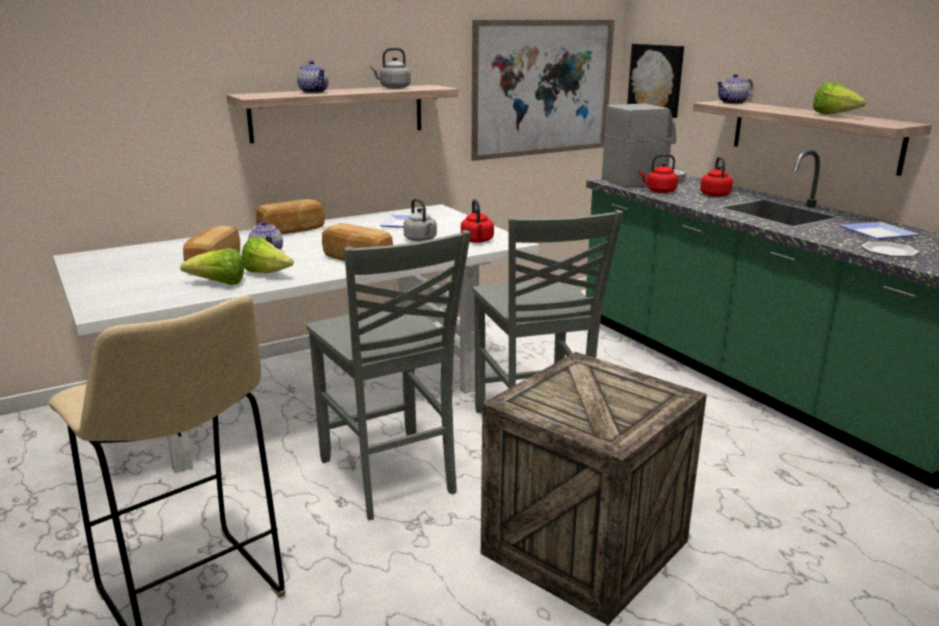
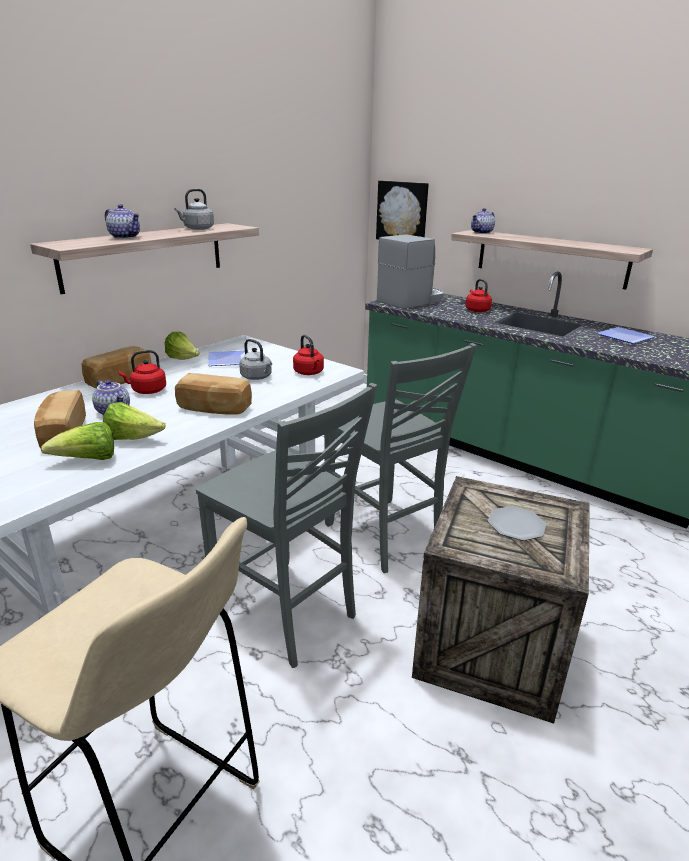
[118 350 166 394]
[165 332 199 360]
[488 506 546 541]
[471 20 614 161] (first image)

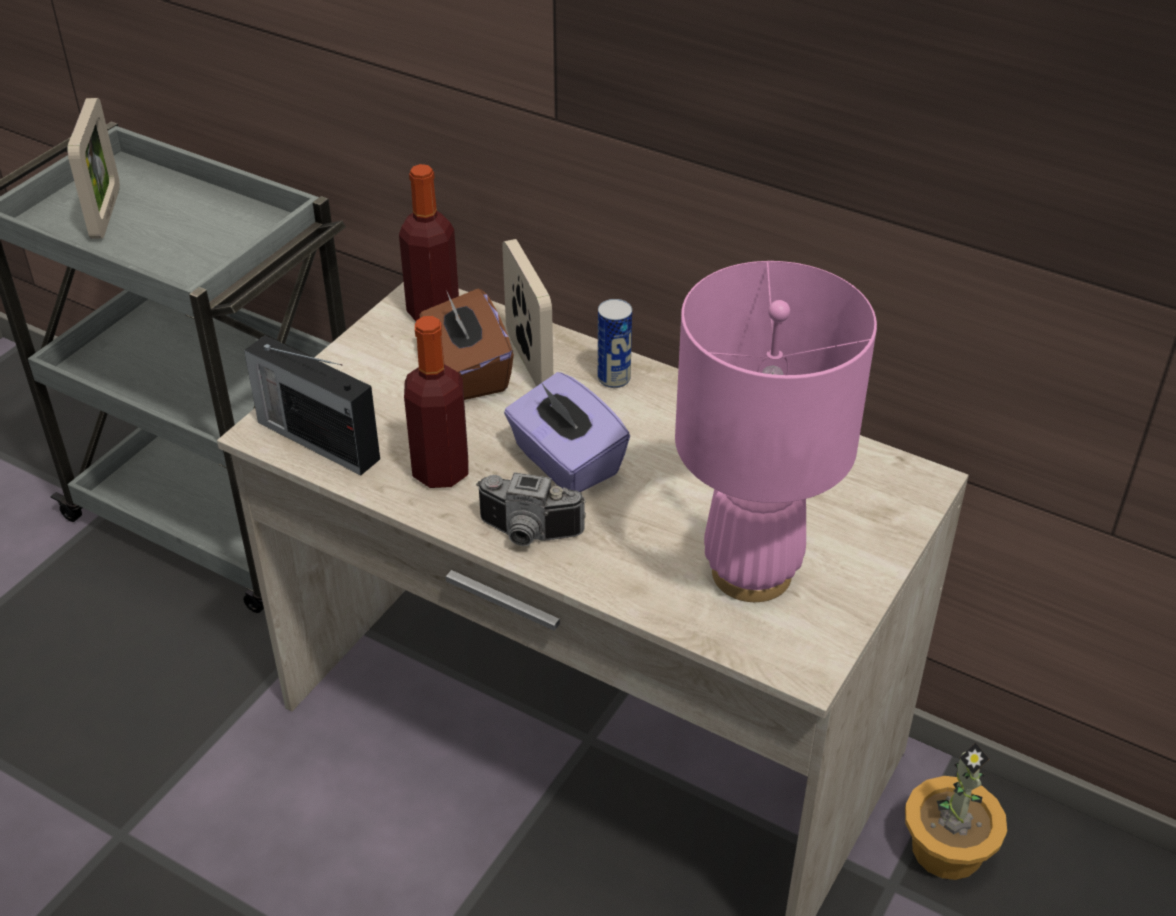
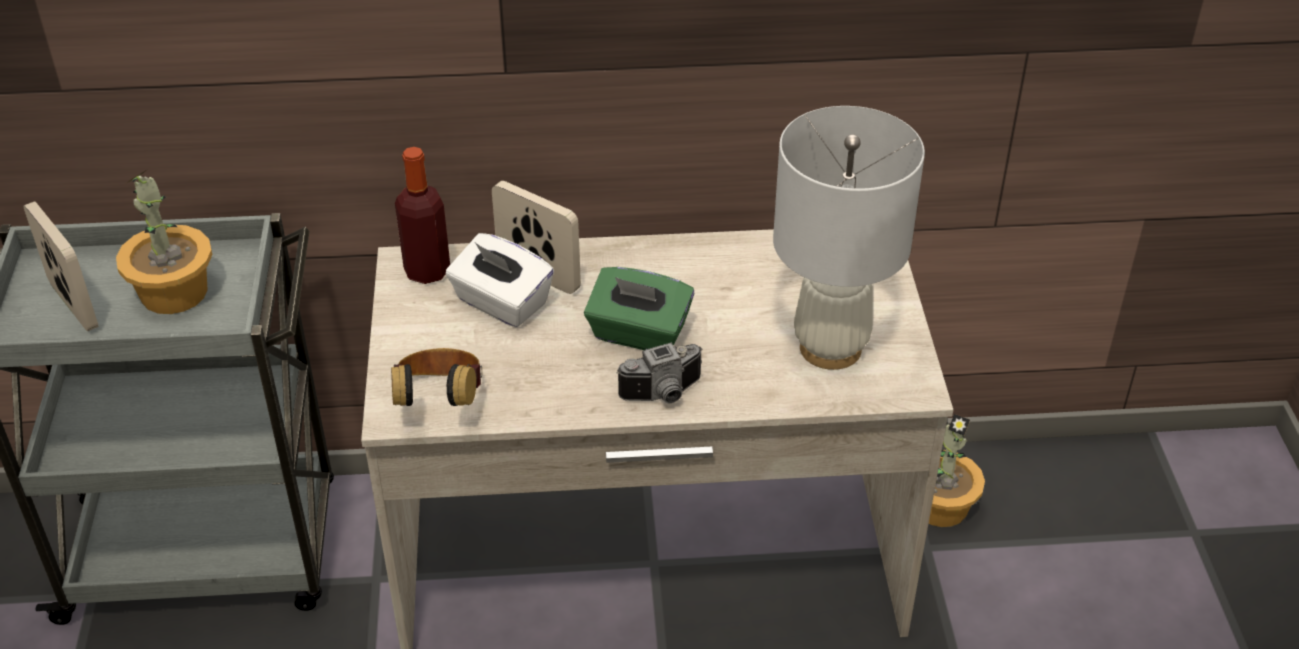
[116 169 212 314]
[391 348 482 406]
[446 233 554 327]
[584 267 695 350]
[773 106 925 370]
[404 316 468 488] (first image)
[598 299 632 388] (first image)

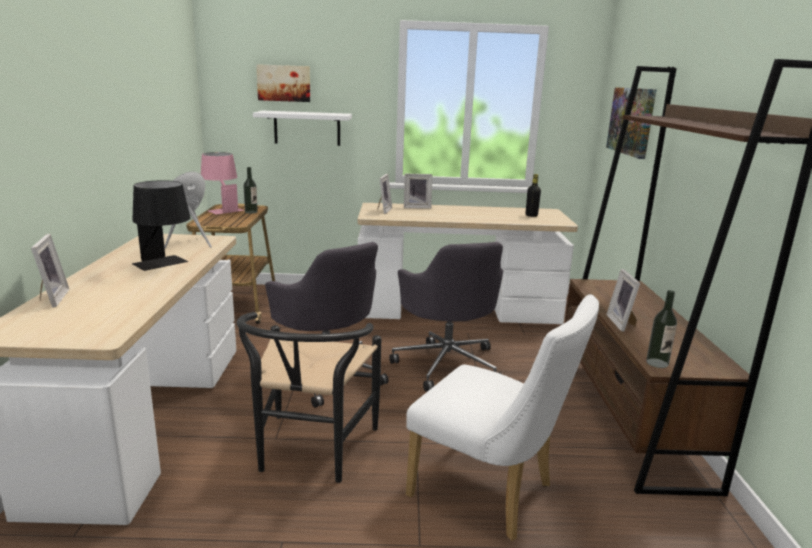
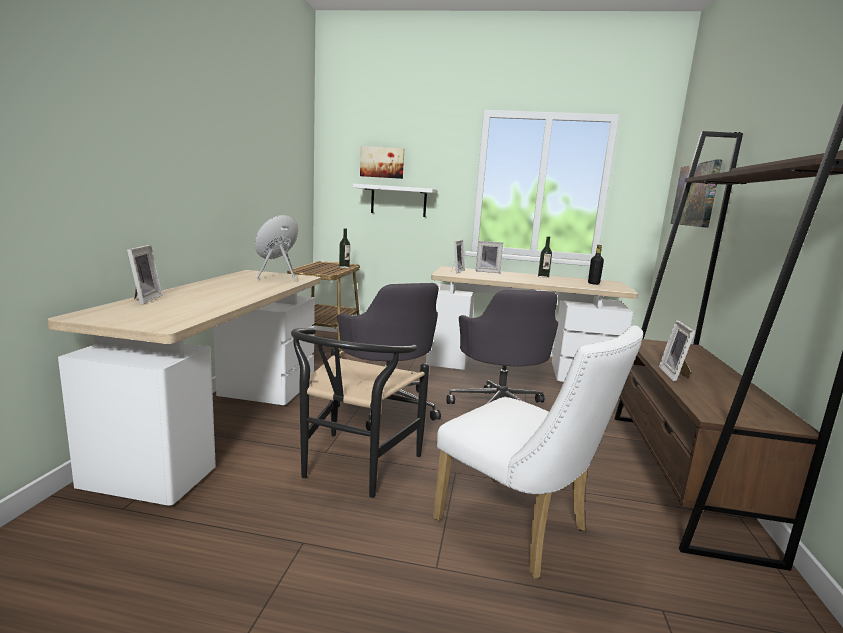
[538 236 552 278]
[132 180 190 271] (first image)
[201 152 244 215] (first image)

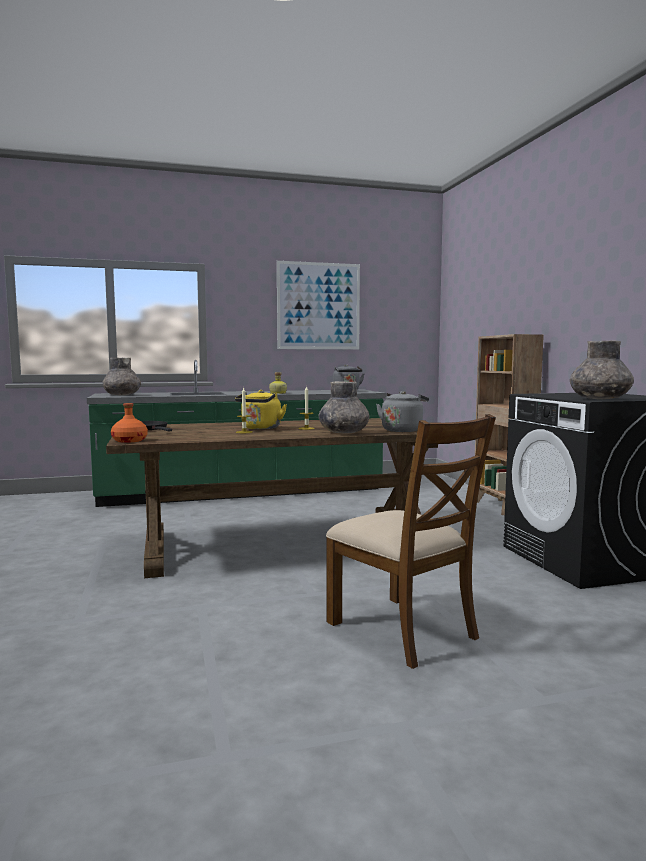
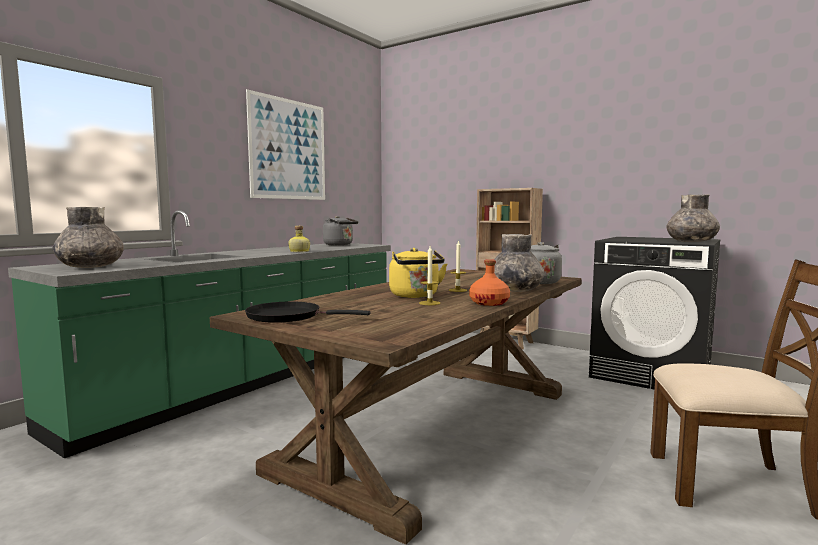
[469 259 510 306]

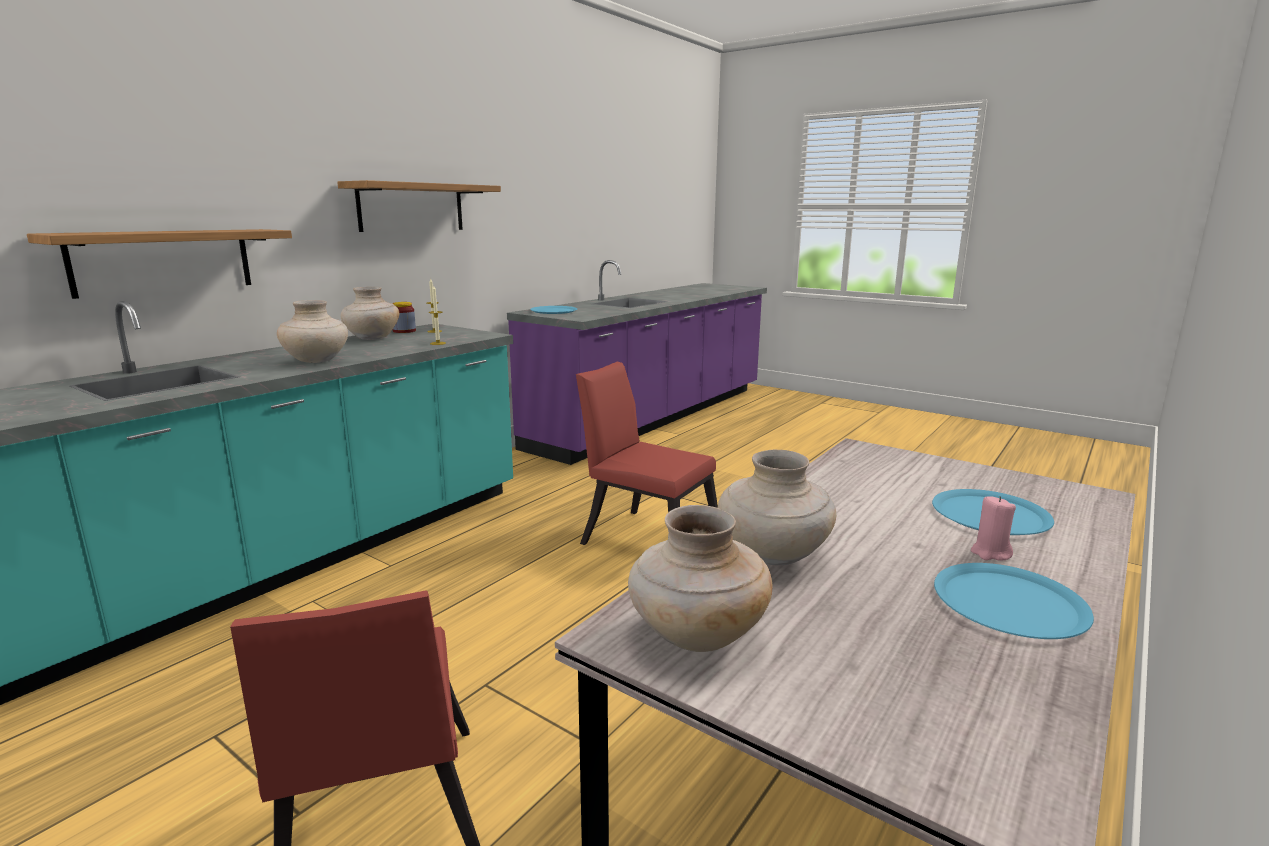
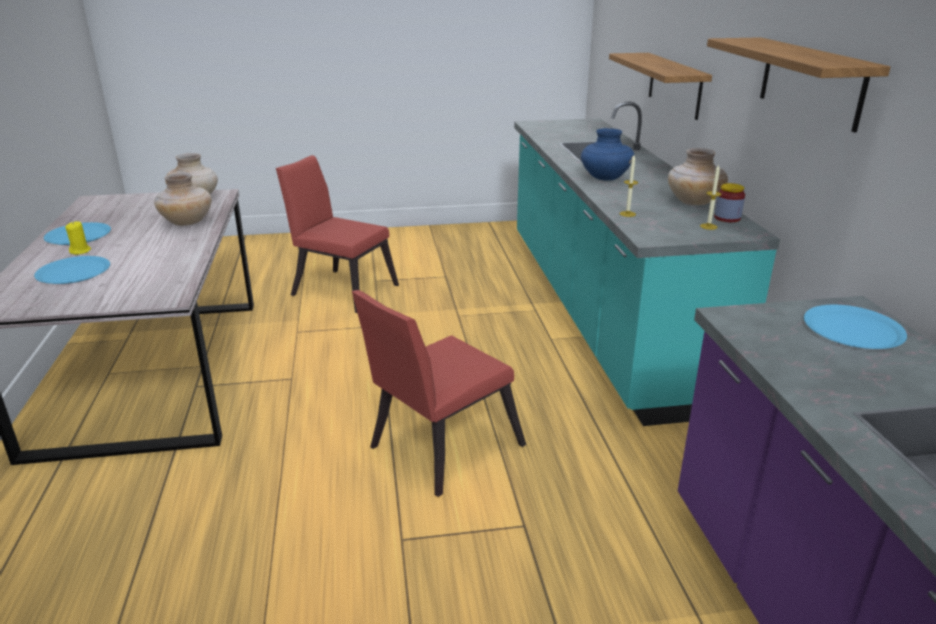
[65 221 91 255]
[352 290 526 497]
[581 128 634 181]

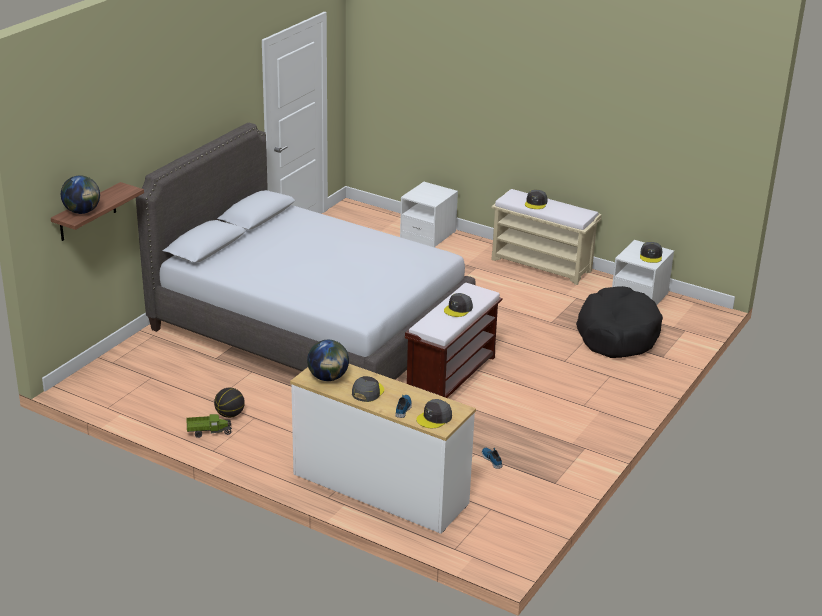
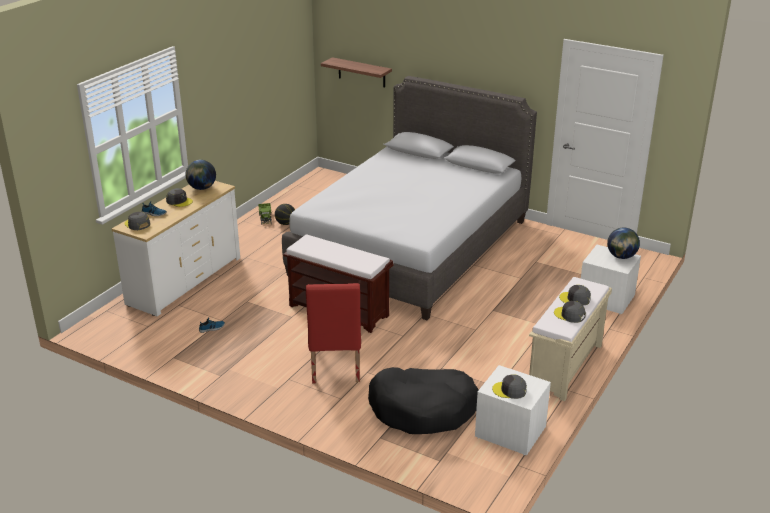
[306 283 361 383]
[554 301 586 323]
[607 228 640 259]

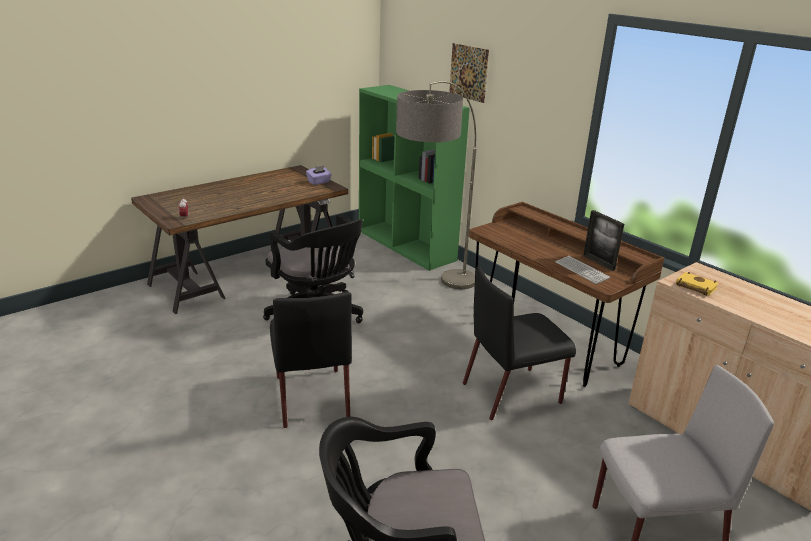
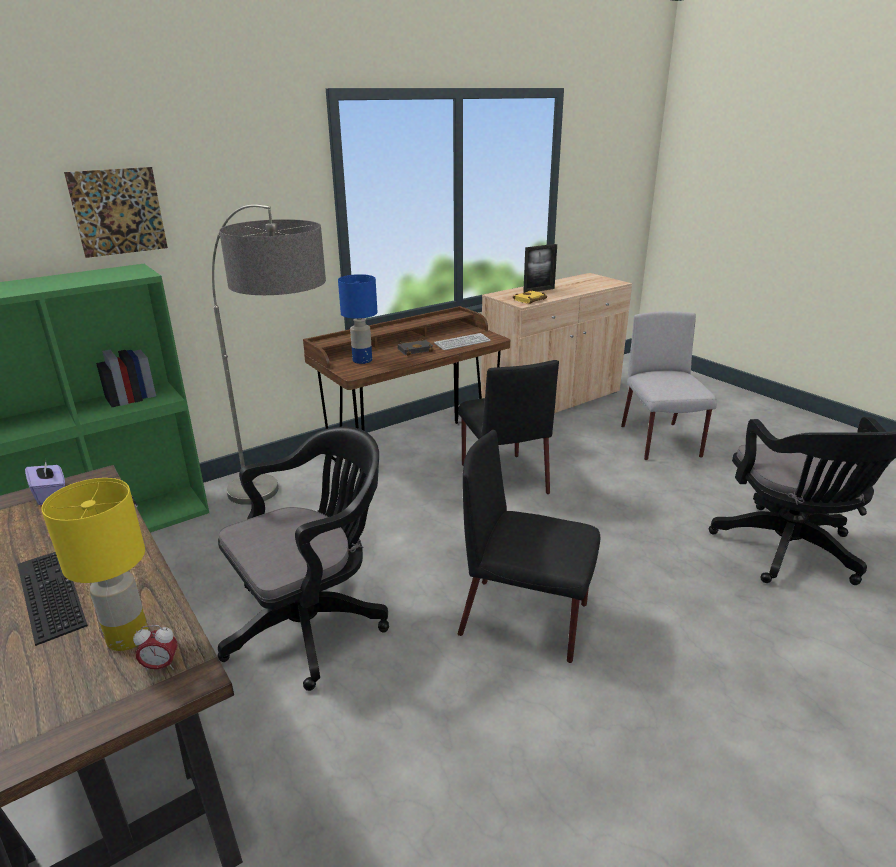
[17 552 88 646]
[41 478 148 651]
[338 274 378 364]
[398 339 433 356]
[458 430 600 663]
[523 244 557 293]

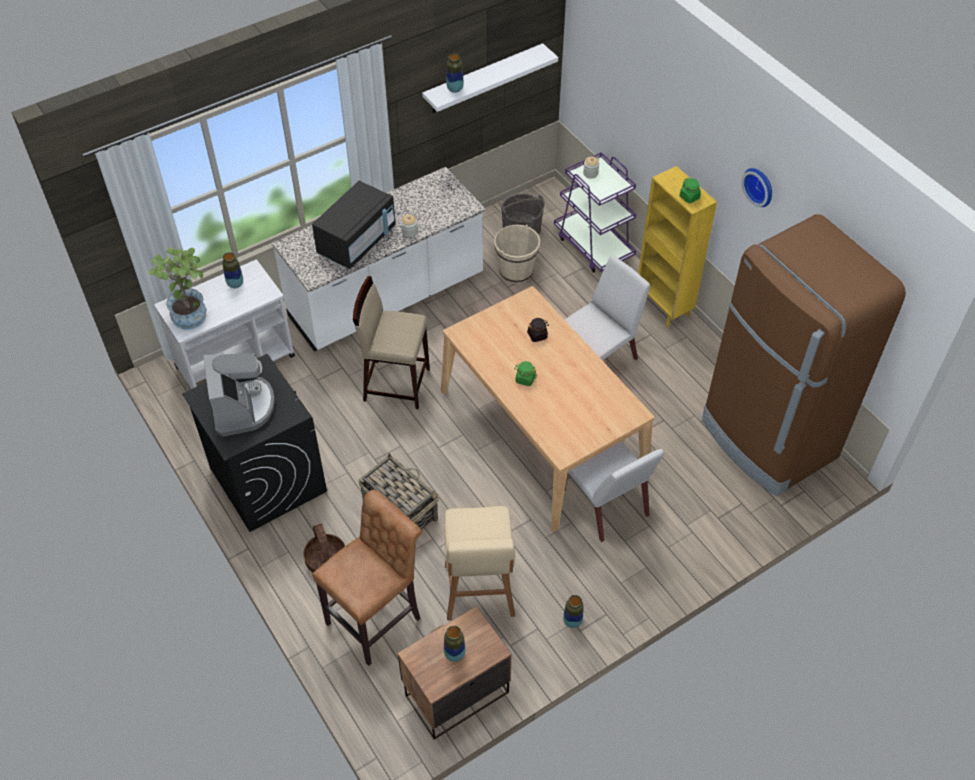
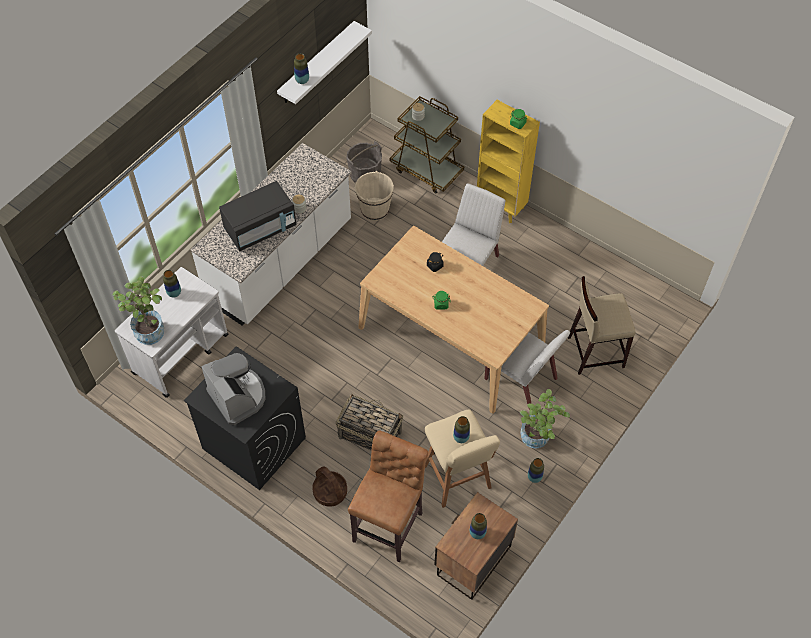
[219 181 296 251]
[390 96 464 194]
[453 416 470 443]
[520 389 570 449]
[568 276 636 375]
[702 214 906 496] (first image)
[742 168 772 207] (first image)

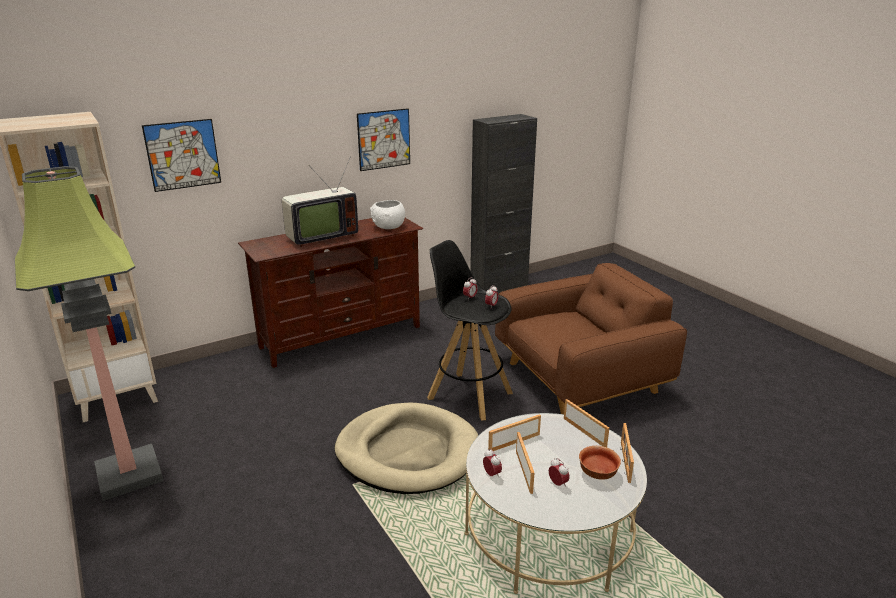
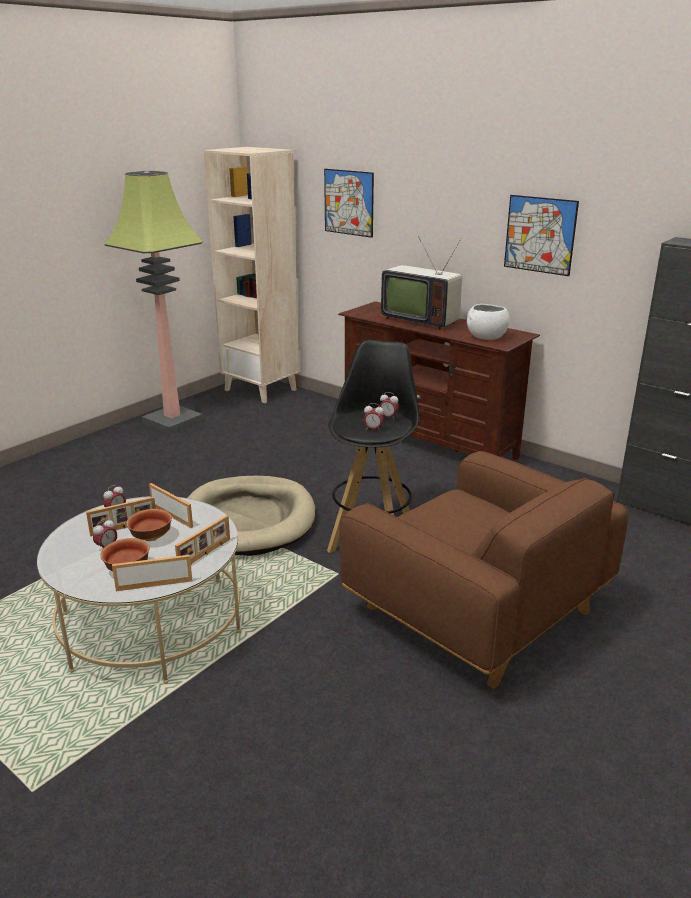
[126 509 172 541]

